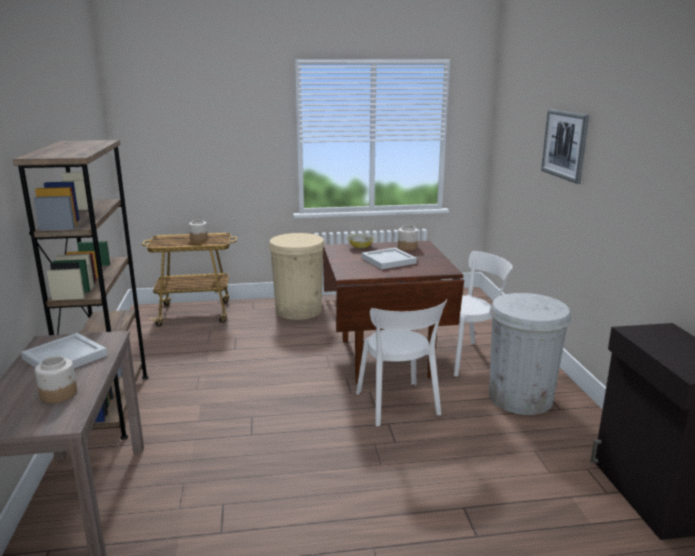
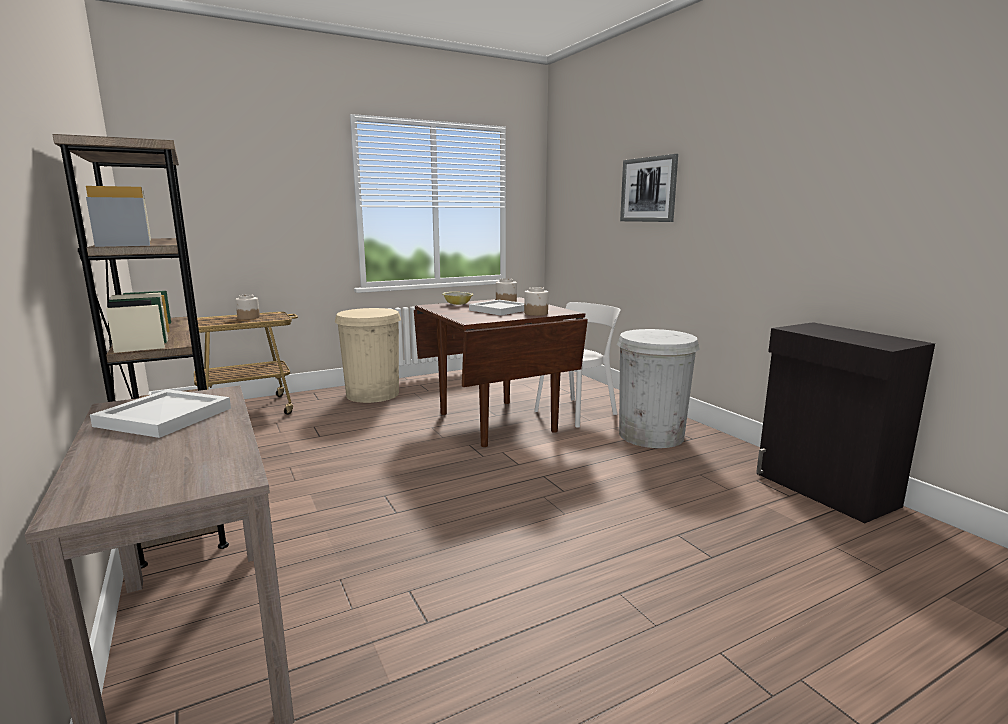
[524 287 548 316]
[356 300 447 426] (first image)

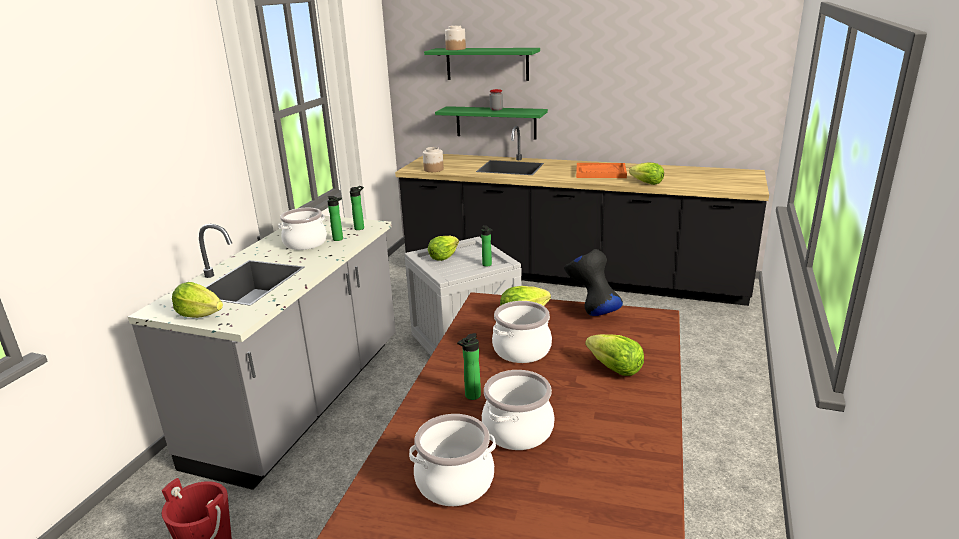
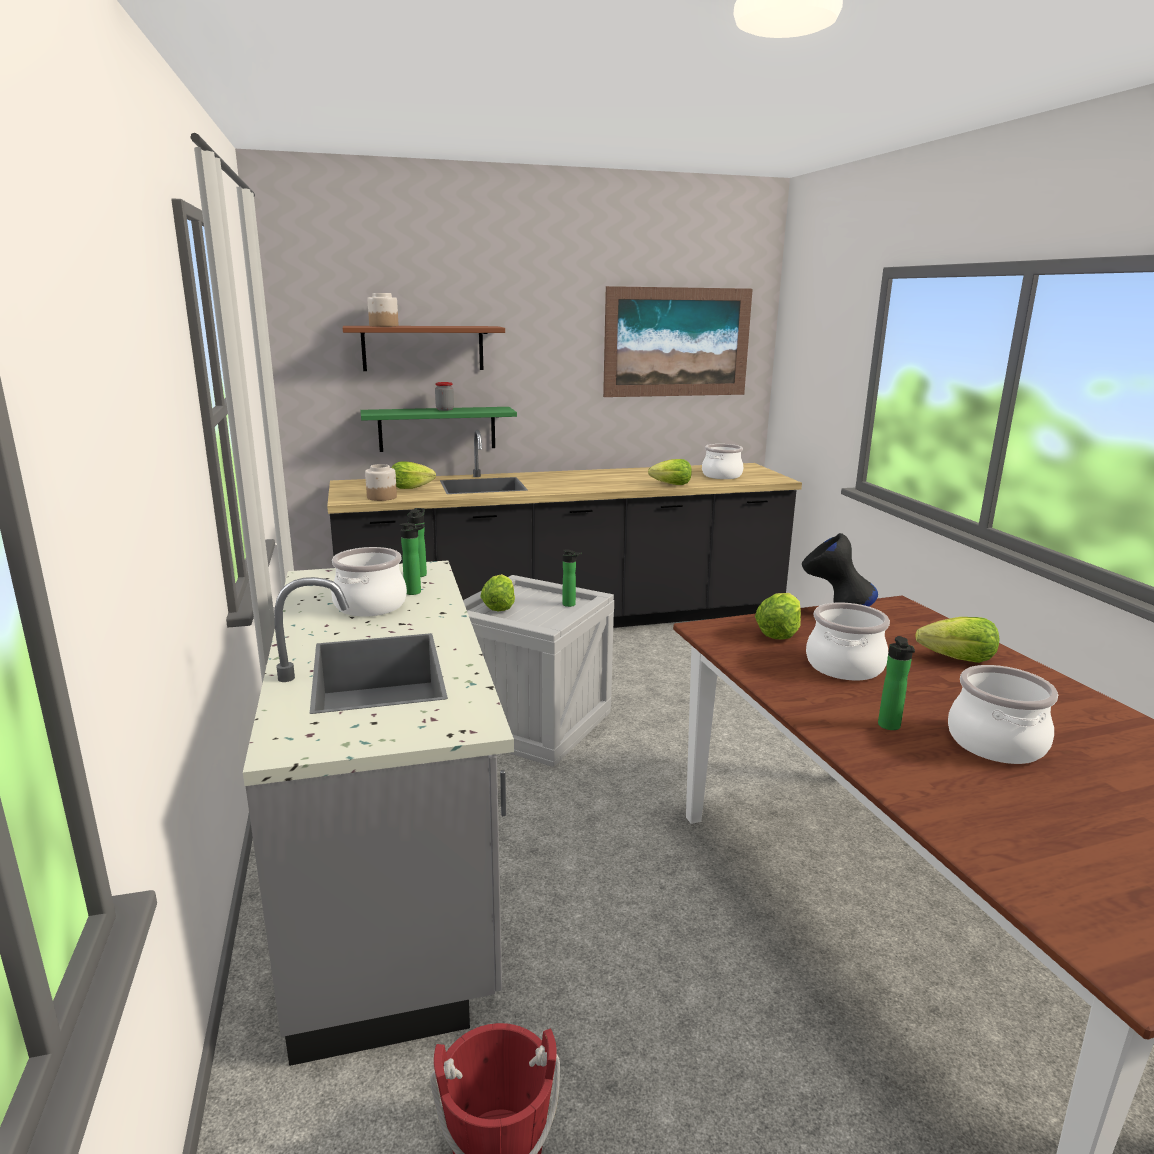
[343 326 505 371]
[391 461 436 489]
[603 286 753 397]
[702 444 743 479]
[576 163 627 178] (first image)

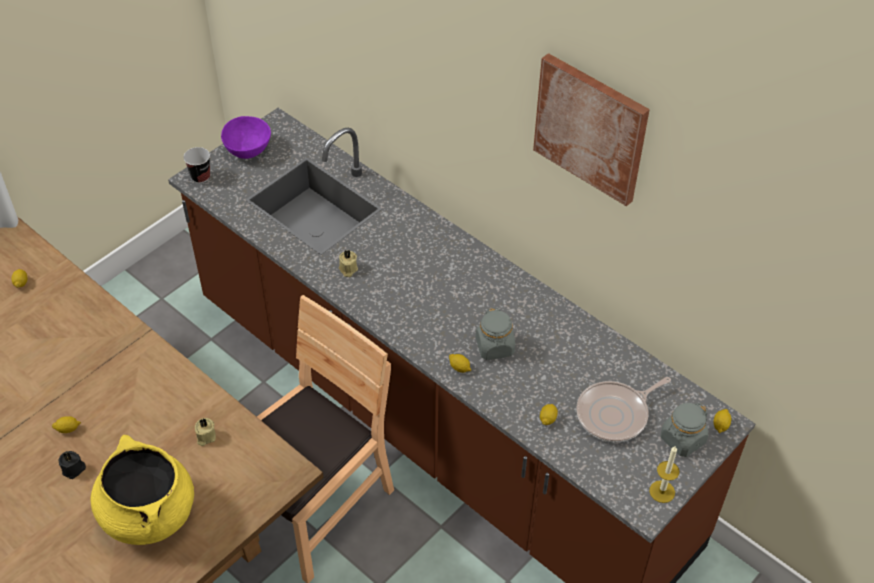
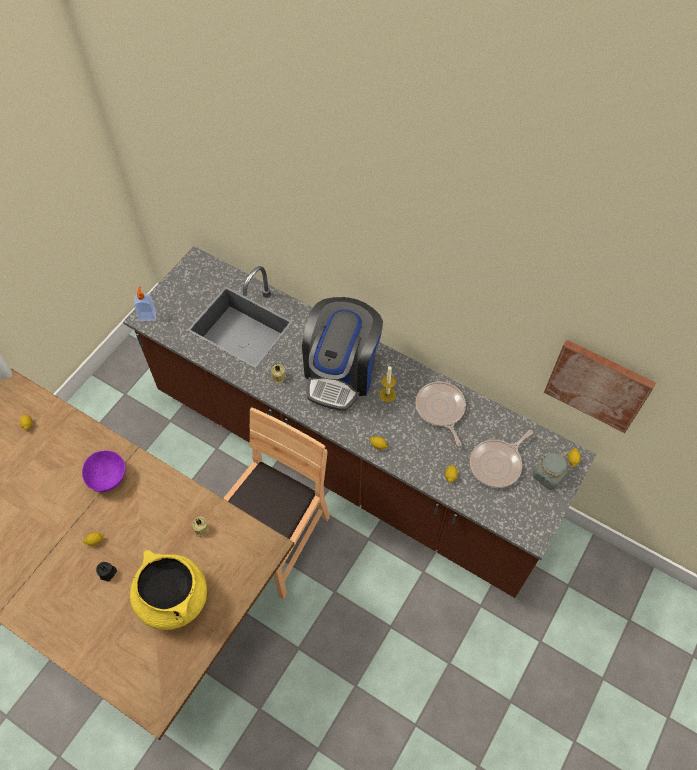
[82 451 125 492]
[134 287 156 321]
[302 297 383 411]
[379 366 396 402]
[416 382 466 446]
[544 340 656 433]
[476 308 515 360] (first image)

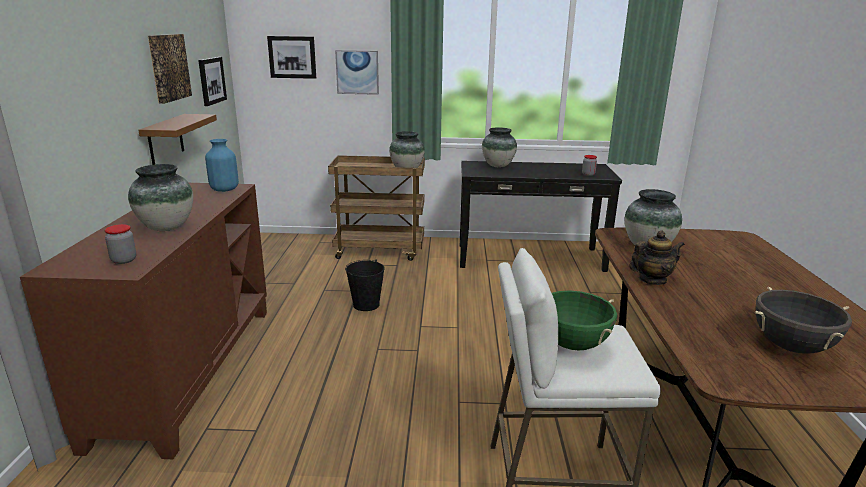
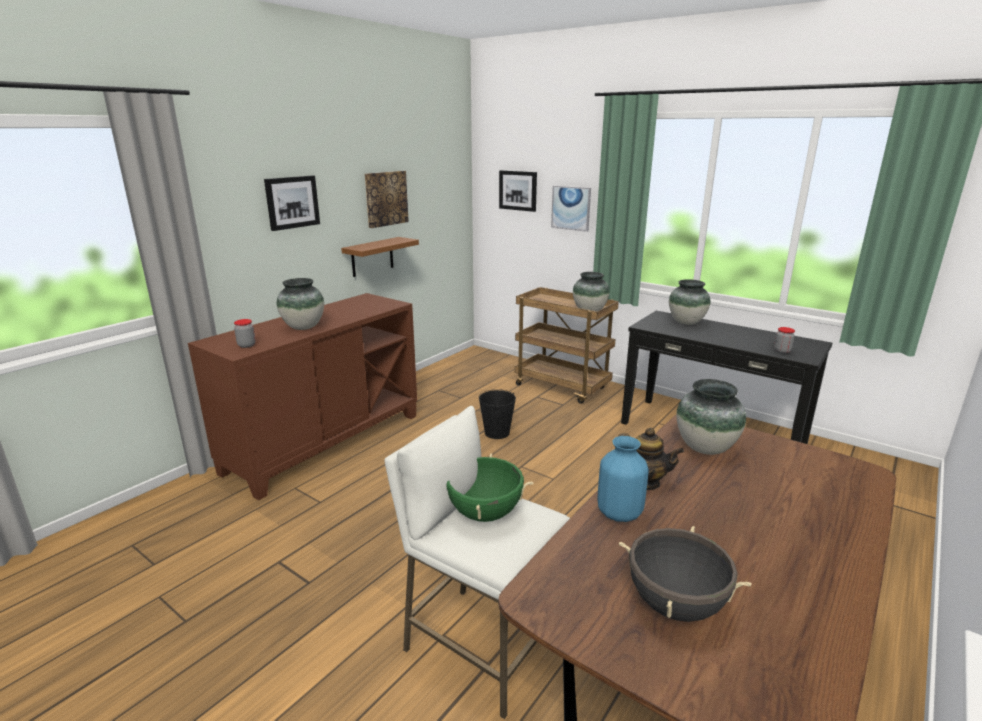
[264 175 320 231]
[597 436 649 522]

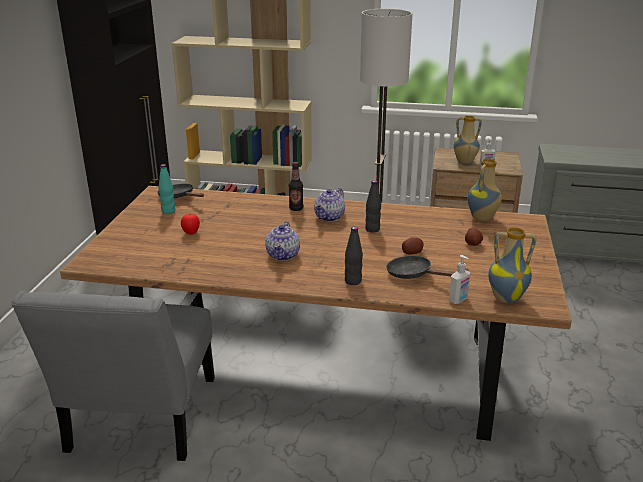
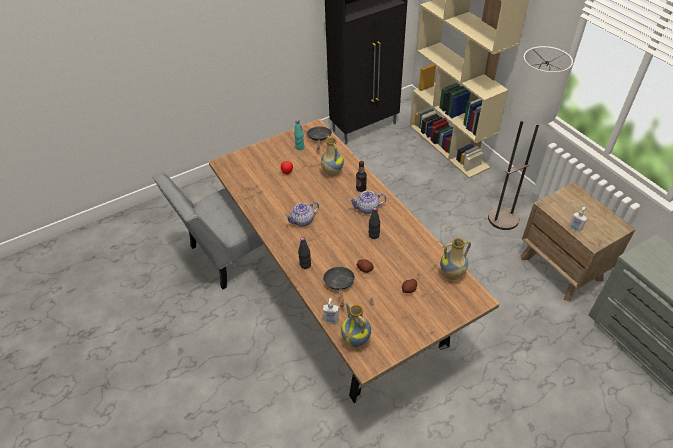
[321 136 344 176]

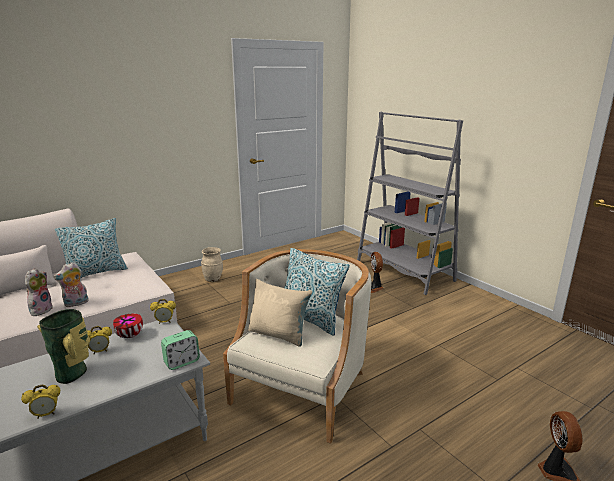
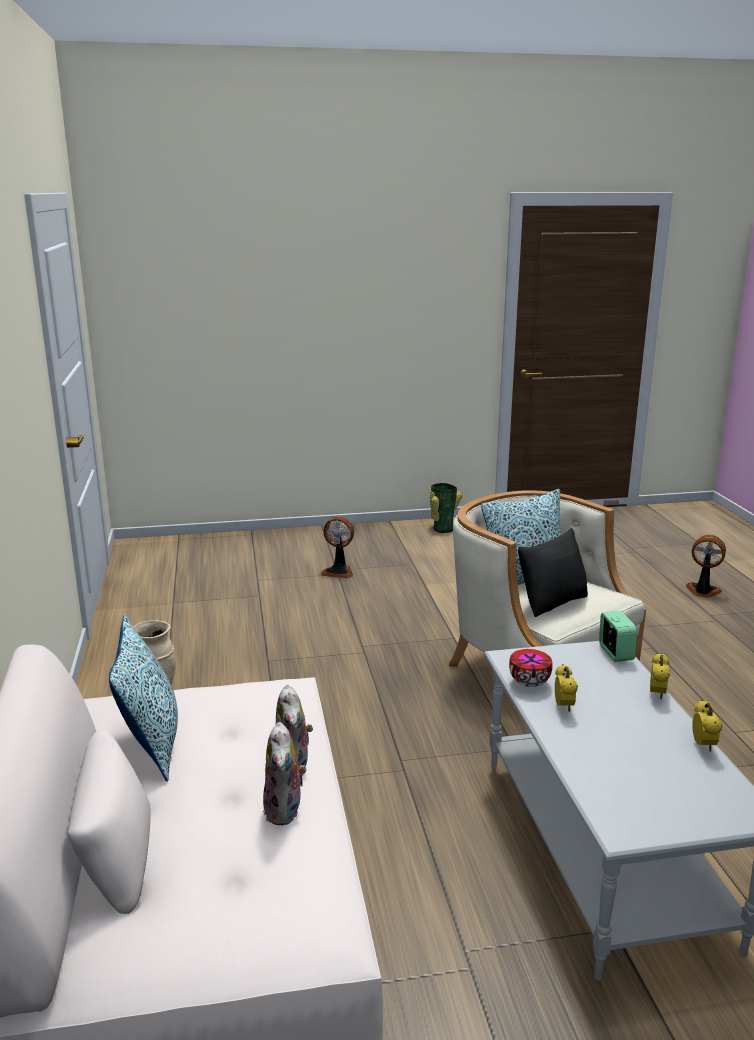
[263 722 307 825]
[429 483 463 533]
[518 528 588 617]
[650 653 670 699]
[357 112 463 295] (first image)

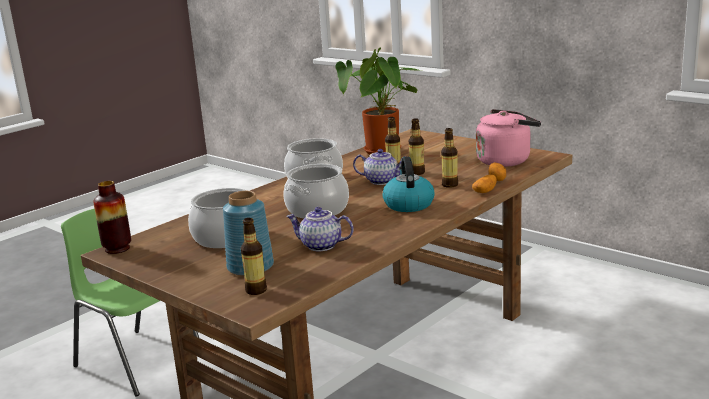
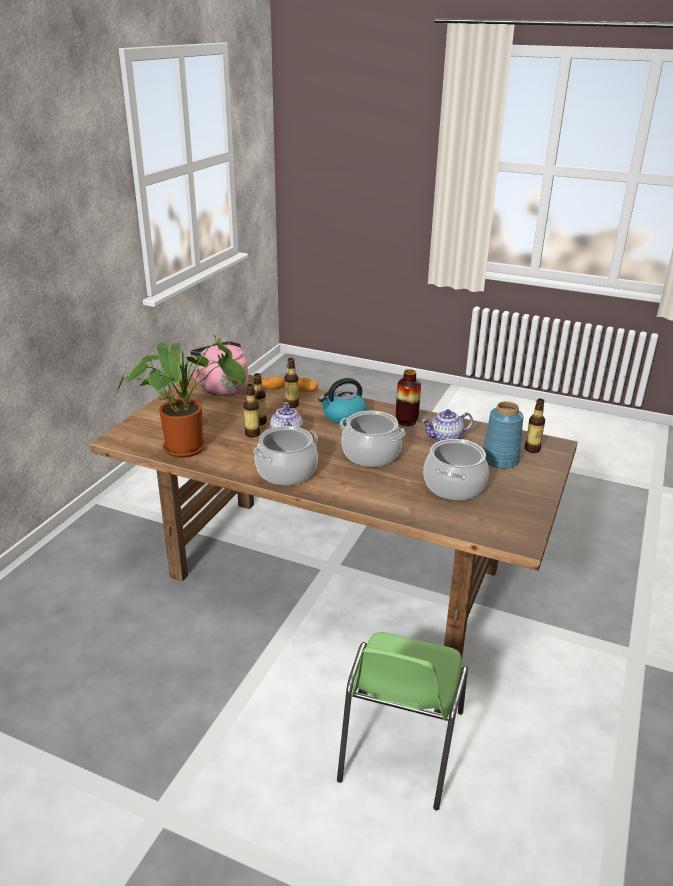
[396 369 421 426]
[422 409 473 441]

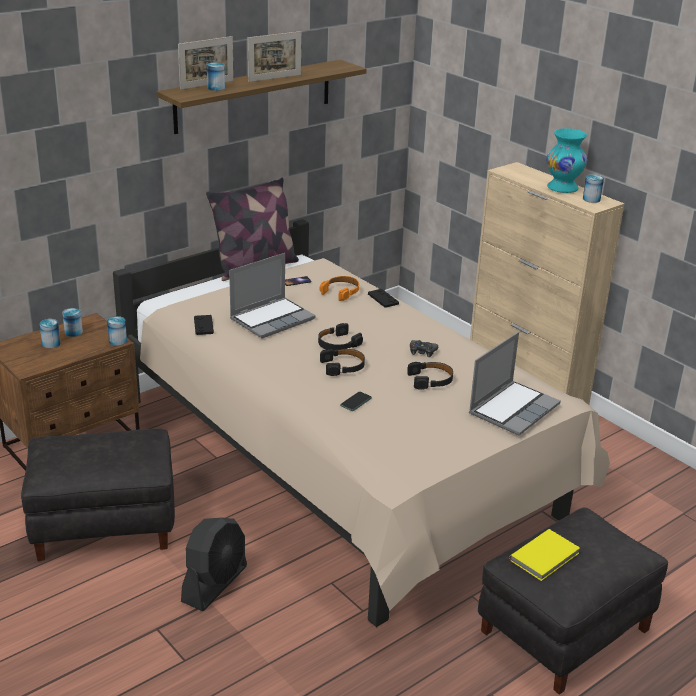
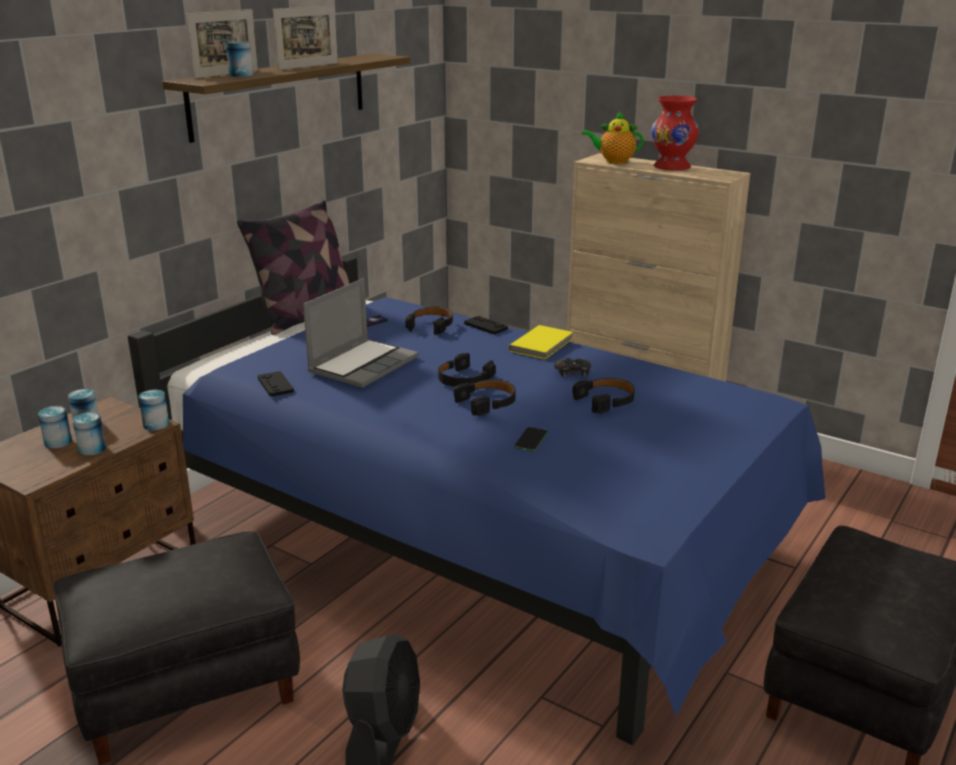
[72 412 106 456]
[128 256 825 745]
[405 306 453 335]
[508 325 573 359]
[582 111 644 164]
[651 96 699 170]
[469 332 561 436] (first image)

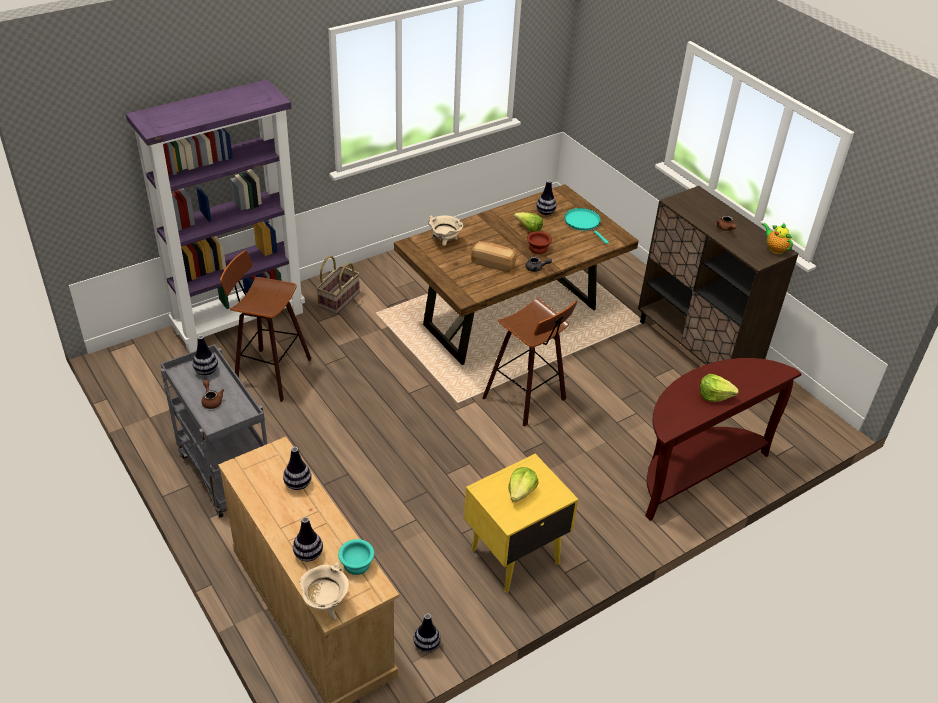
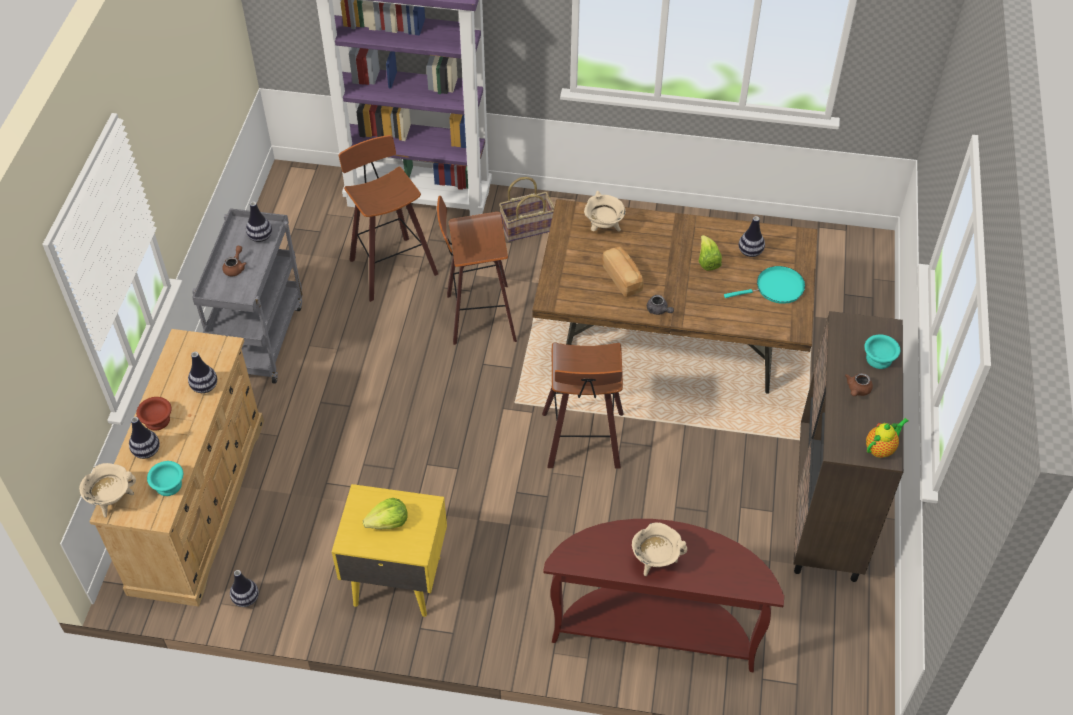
[136 397 172 431]
[437 196 517 345]
[632 523 687 576]
[724 266 805 304]
[864 335 900 369]
[866 418 909 458]

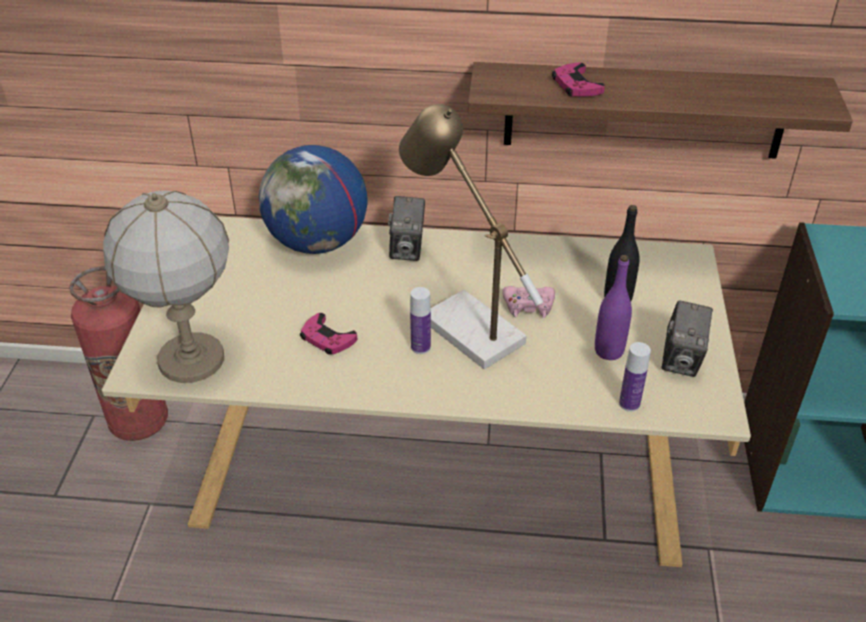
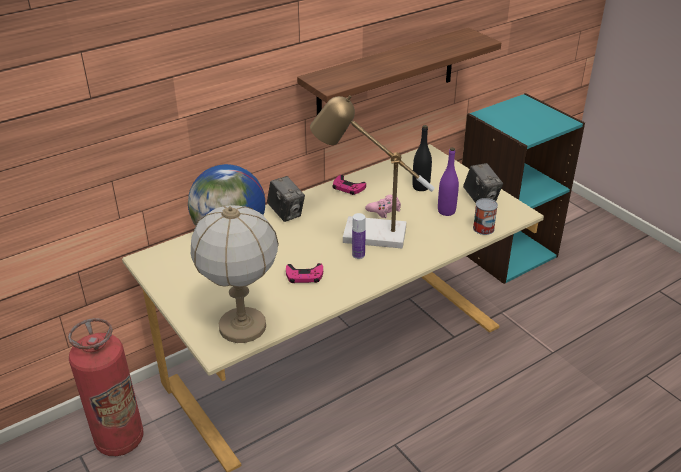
[332 175 366 195]
[473 198 498 235]

